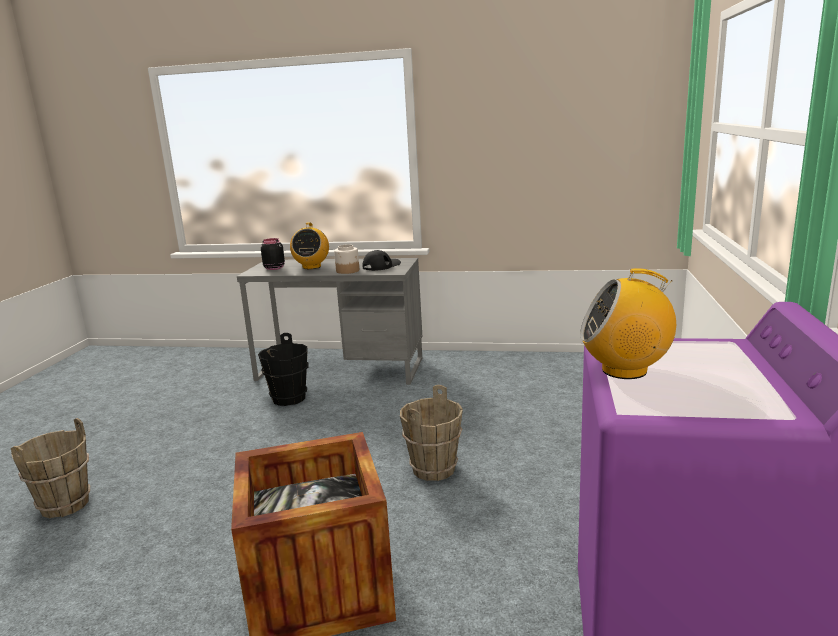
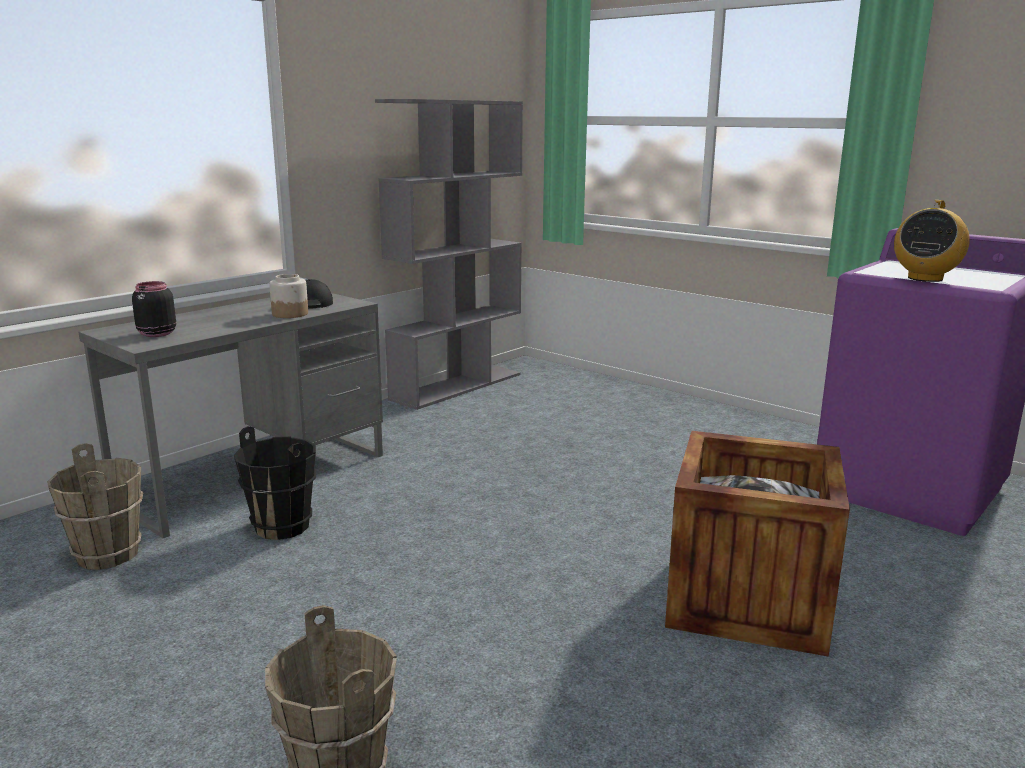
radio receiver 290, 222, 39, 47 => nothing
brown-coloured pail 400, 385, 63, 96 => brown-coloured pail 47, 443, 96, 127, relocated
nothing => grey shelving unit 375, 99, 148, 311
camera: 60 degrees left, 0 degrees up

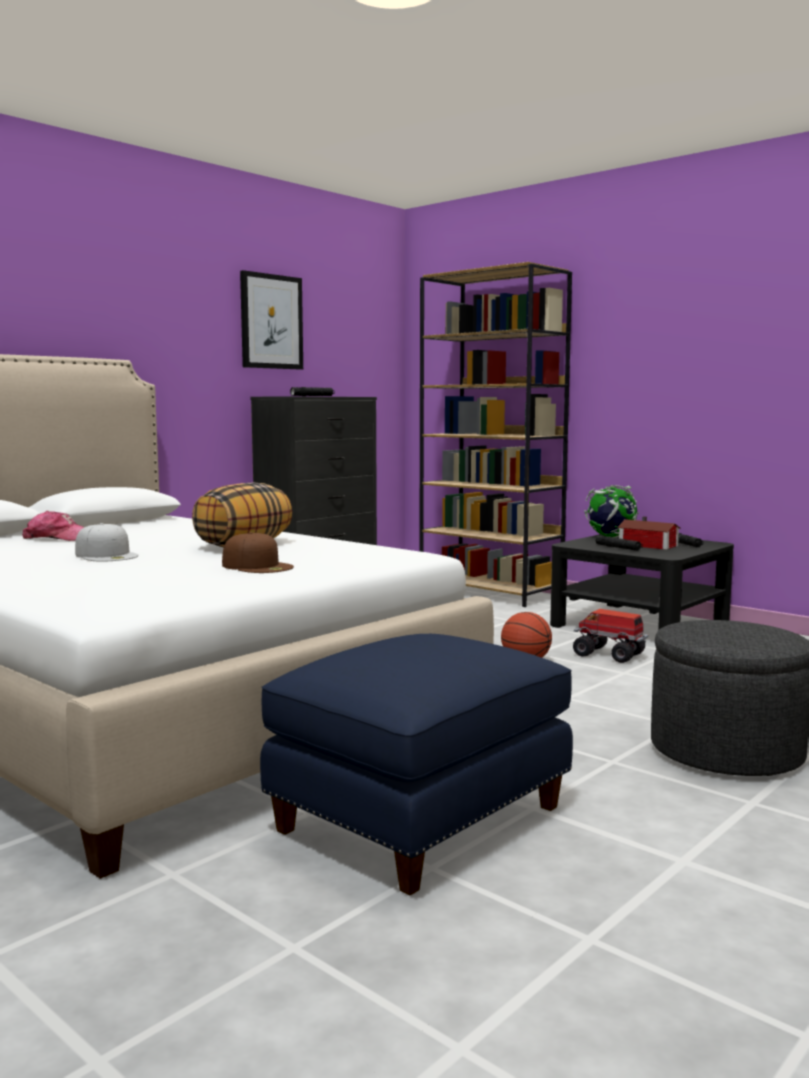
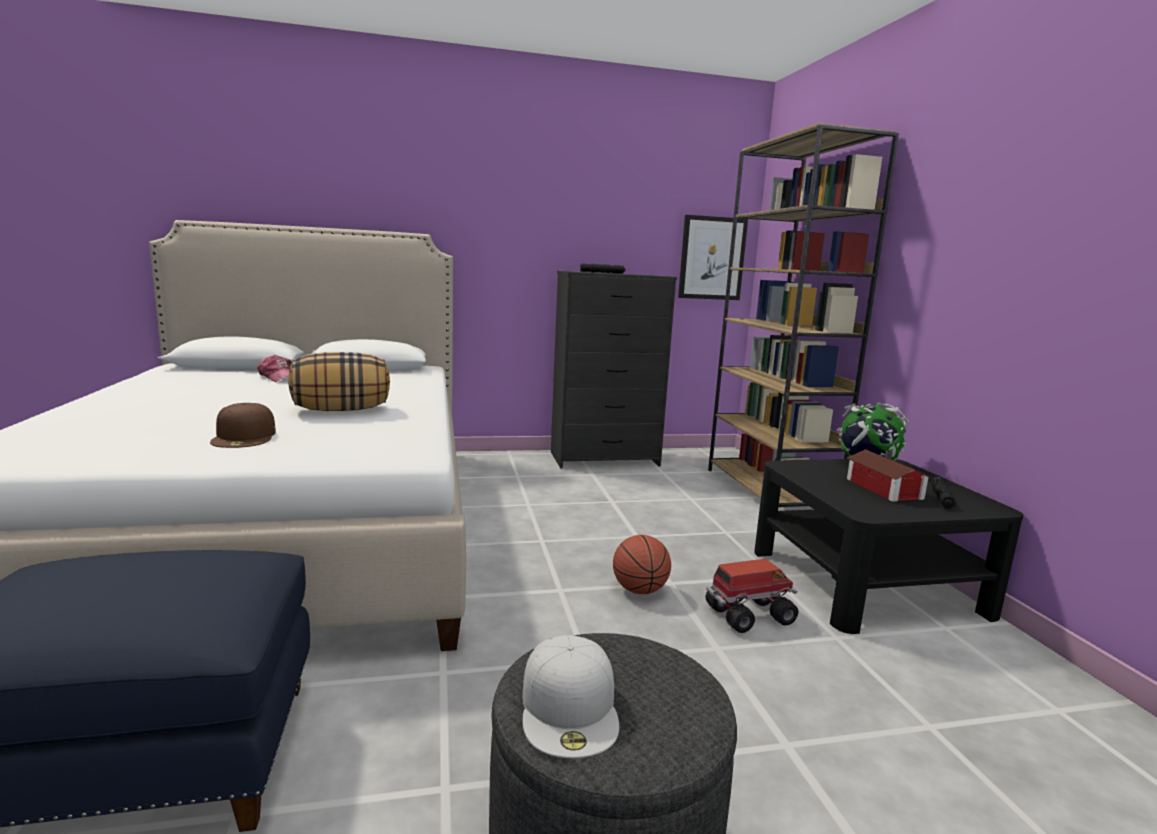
white-coloured peaked cap 75, 523, 63, 39 => white-coloured peaked cap 523, 635, 96, 123, relocated
picture 240, 270, 63, 100 => picture 678, 215, 70, 85, relocated
toy lorry 573, 609, 76, 54 => toy lorry 706, 559, 92, 74, 90 degrees clockwise
black-coloured torch 596, 535, 47, 16 => nothing
camera: 35 degrees right, 5 degrees up

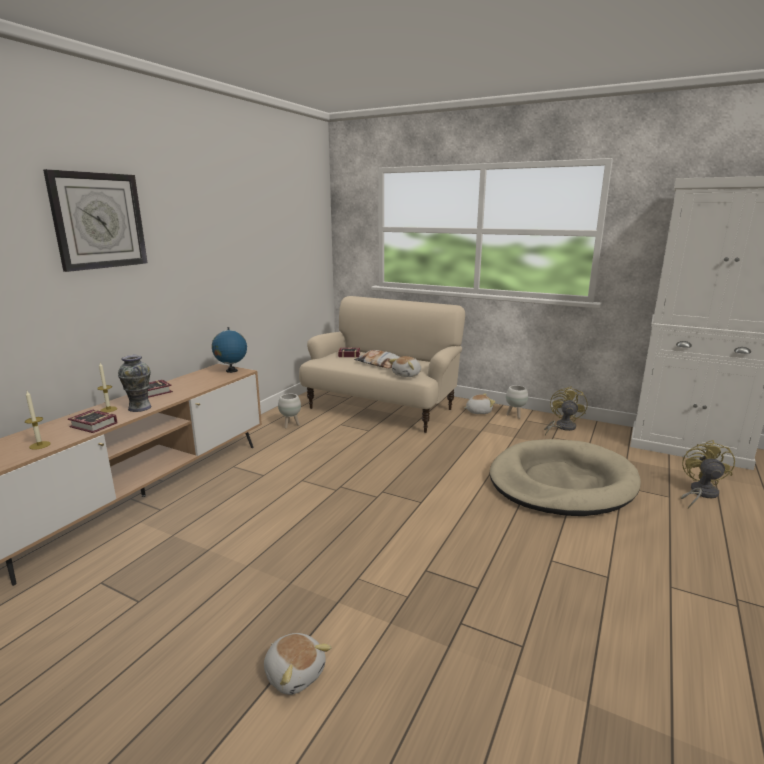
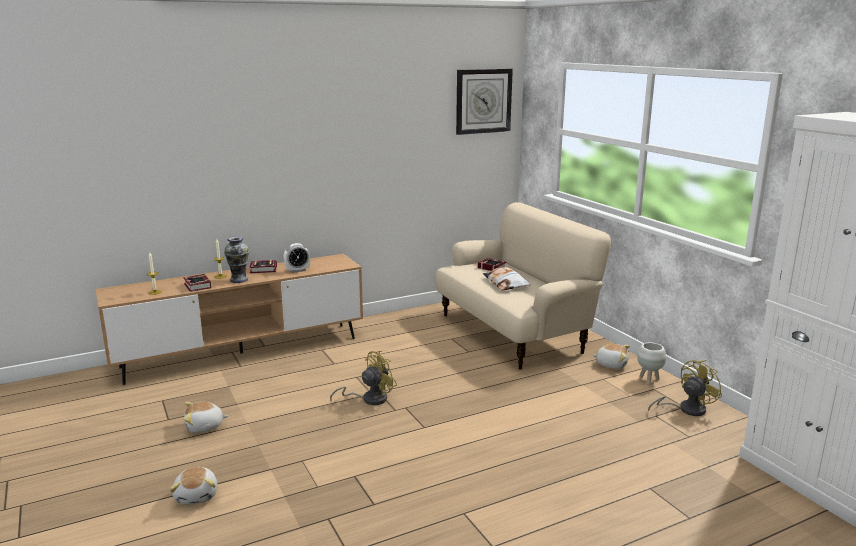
clock on the wall 43, 169, 104, 103 => clock on the wall 456, 69, 57, 66, relocated
globe 212, 327, 35, 46 => nothing
white-coloured plant pot 278, 394, 23, 35 => nothing
soft toy 389, 356, 32, 21 => soft toy 184, 402, 44, 31, relocated
beige-coloured pet bed 490, 439, 151, 77 => nothing
yellow fan 680, 440, 55, 69 => yellow fan 330, 350, 67, 55, relocated
nothing => table clock 284, 243, 26, 30
camera: 35 degrees right, 0 degrees up

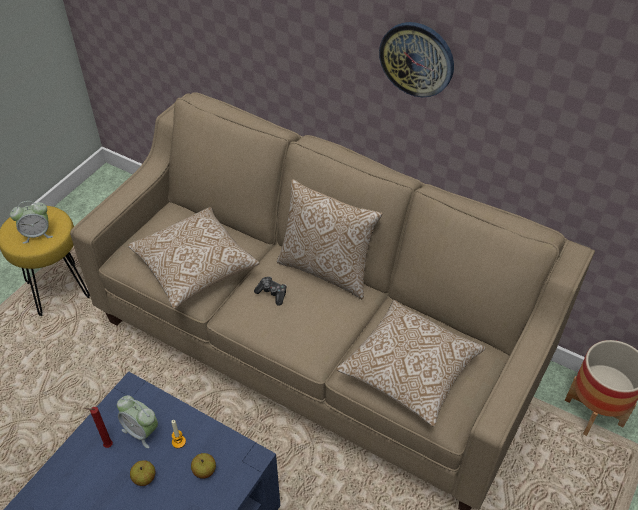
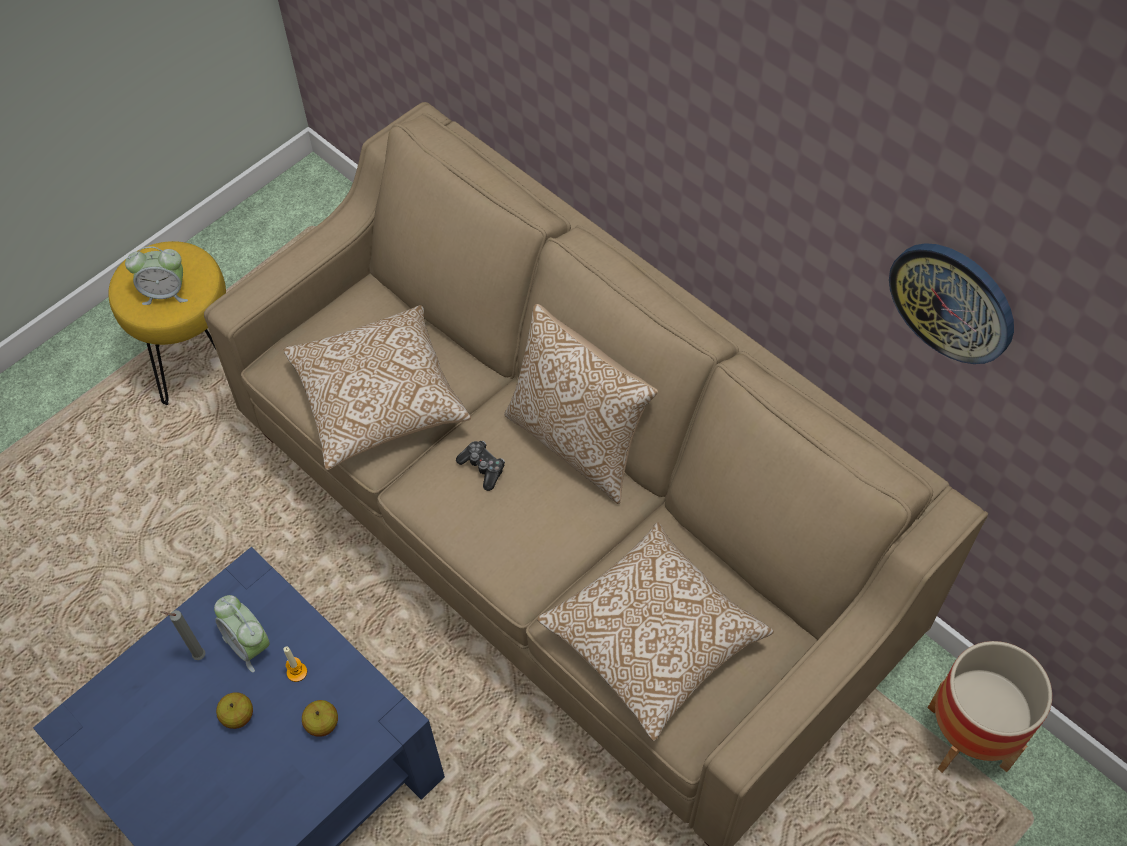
red wax candle 84, 407, 29, 41 => grey wax candle 160, 610, 45, 50
clock on the wall 379, 22, 75, 75 => clock on the wall 889, 243, 125, 121, relocated
camera: 15 degrees right, 10 degrees up

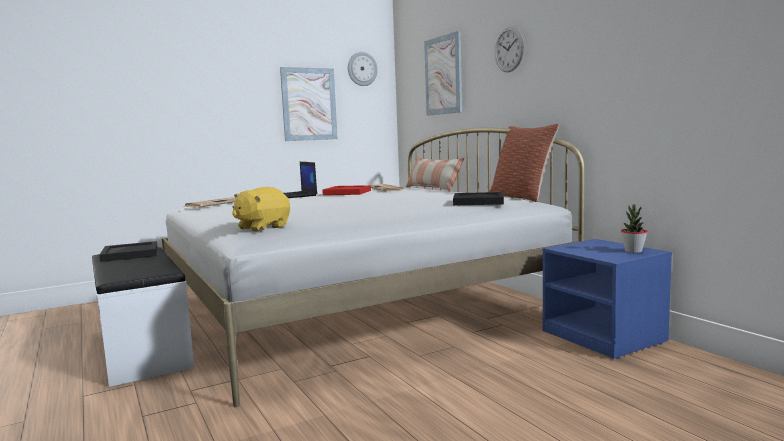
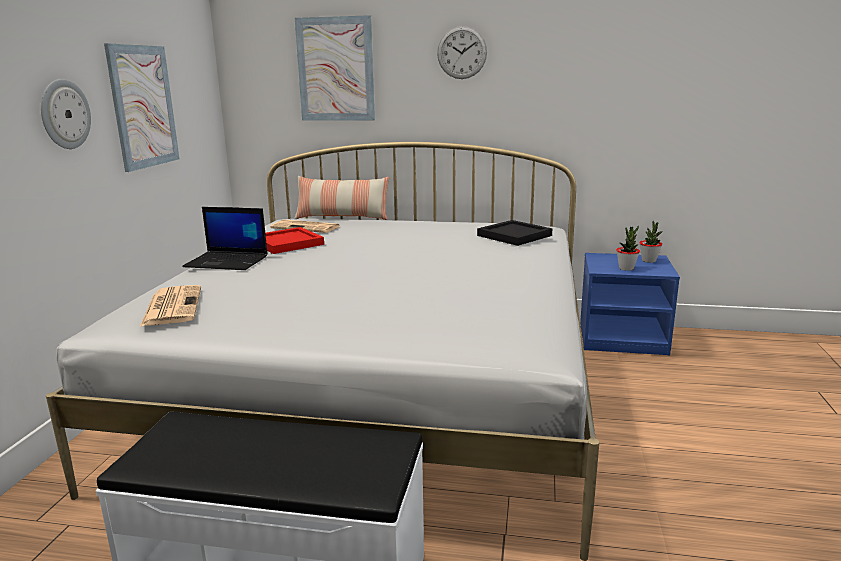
black-coloured carrying tray 99, 241, 59, 21 => nothing
yellow soft toy 232, 187, 58, 44 => nothing
clock on the wall 348, 52, 30, 34 => clock on the wall 41, 79, 50, 70, relocated
throw pillow 489, 124, 70, 78 => nothing
nothing => plant in a pot 616, 225, 24, 46
camera: 50 degrees left, 10 degrees up

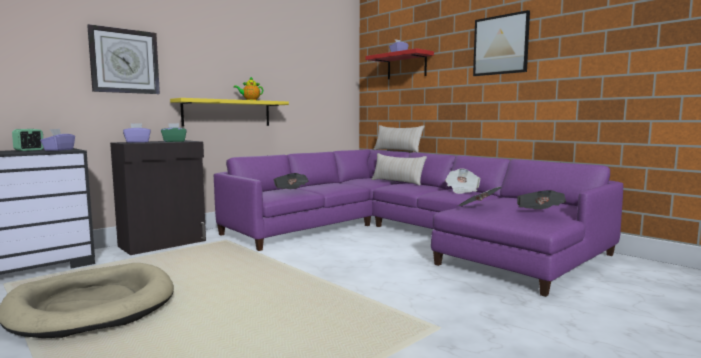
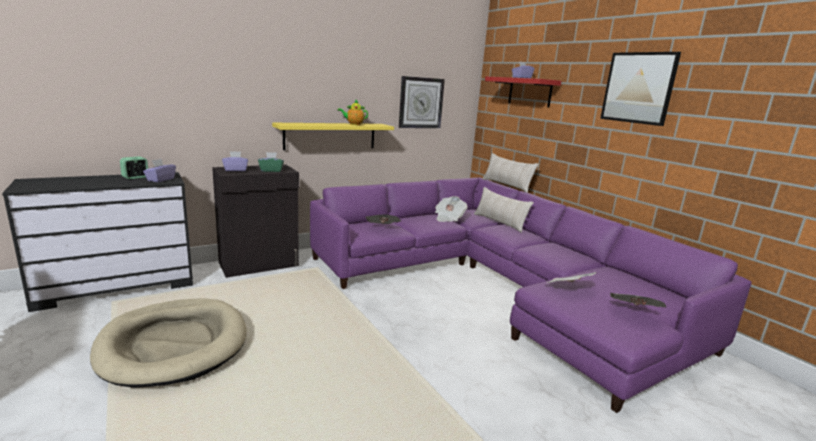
clock on the wall 87, 24, 73, 70 => clock on the wall 399, 76, 46, 52, relocated
daily paper 445, 168, 36, 26 => daily paper 435, 196, 33, 26, relocated
camera: 10 degrees right, 10 degrees up

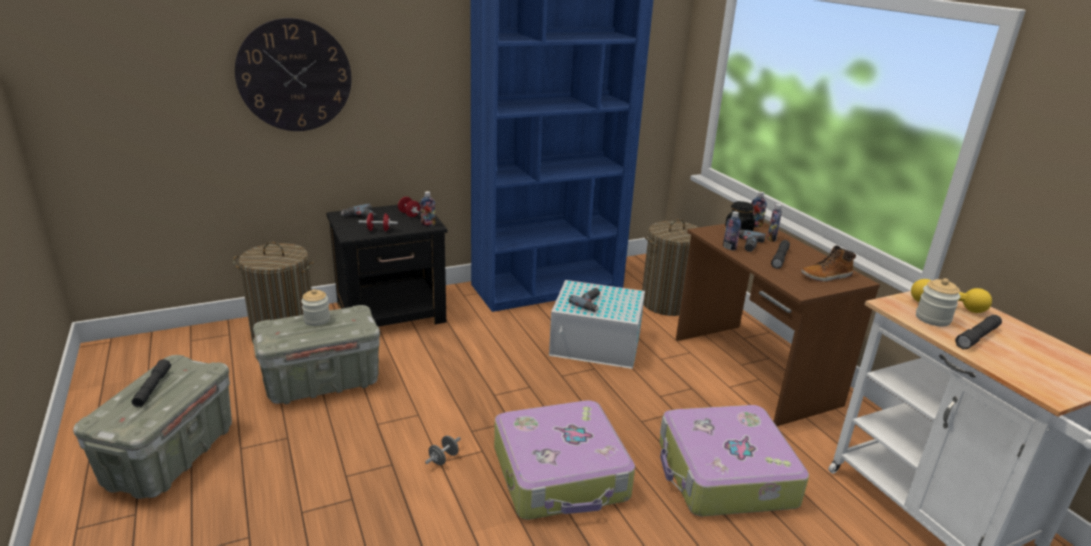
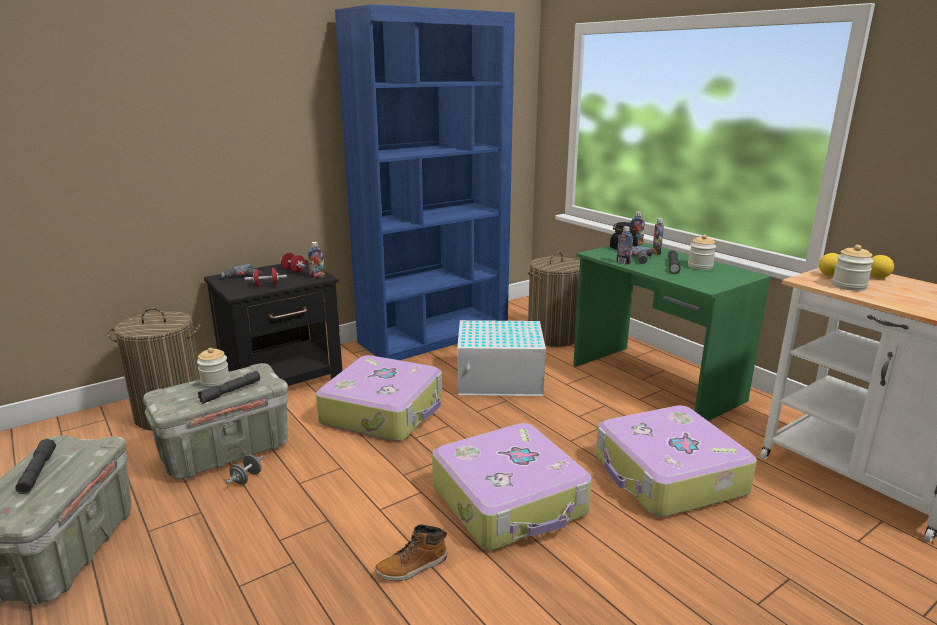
clock on the wall 235, 18, 117, 113 => nothing
grey dumbbell 425, 436, 36, 29 => grey dumbbell 226, 455, 37, 30, relocated
power drill 569, 288, 31, 24 => nothing
brown-coloured desk table 676, 222, 204, 204 => green-coloured desk table 573, 243, 198, 178
tall boot 801, 245, 55, 37 => tall boot 375, 524, 72, 57, relocated
grey torch 955, 315, 47, 34 => grey torch 198, 371, 62, 33, relocated
nothing => travel case 316, 355, 126, 86
nothing => preserve jar 688, 234, 28, 36
camera: 10 degrees left, 5 degrees down

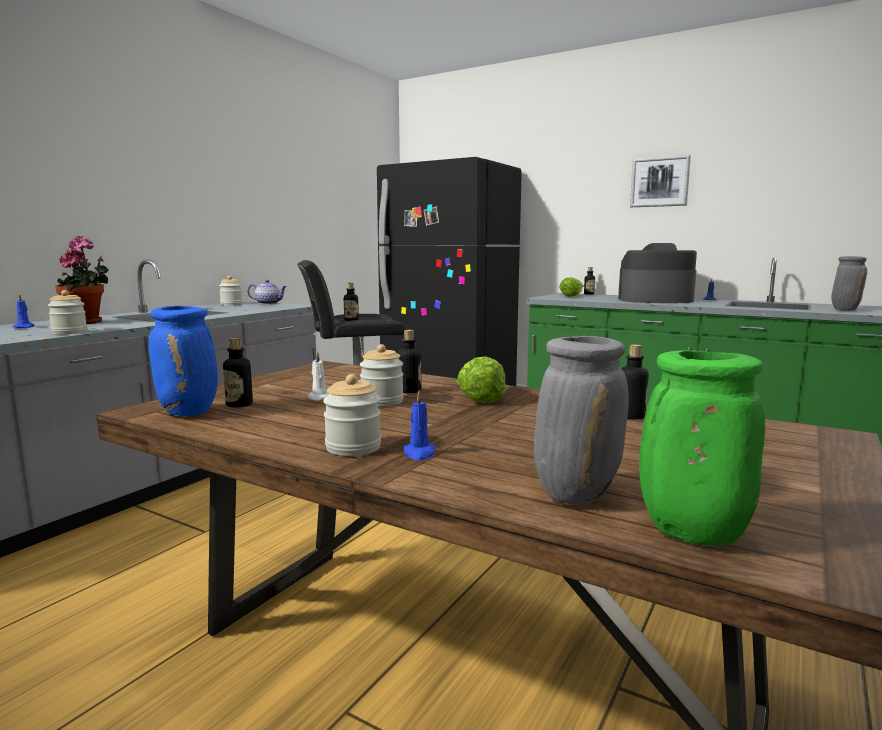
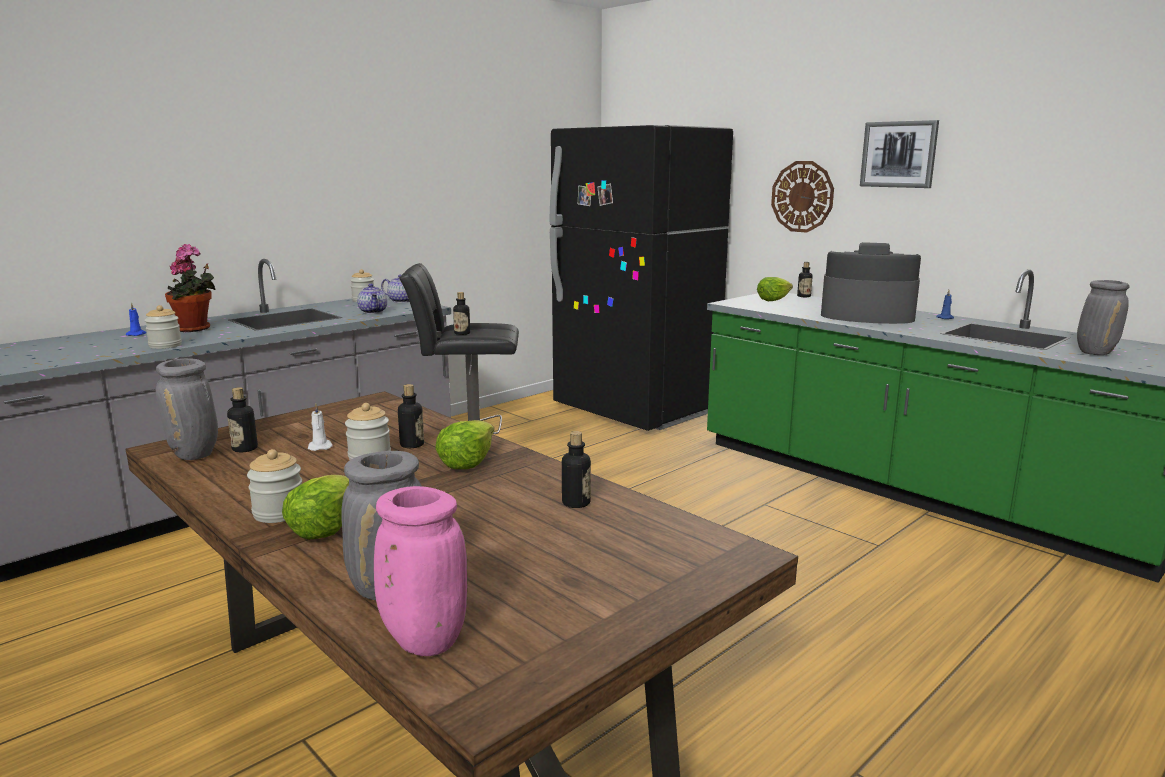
bluish decorative vase 148, 306, 70, 110 => grey decorative vase 156, 358, 62, 102
bluish wax candle 403, 390, 33, 70 => lettuce head 282, 475, 67, 65
green-coloured decorative vase 639, 351, 126, 195 => pinkish decorative vase 374, 486, 93, 170
nothing => teapot 357, 284, 30, 30
nothing => clock on the wall 771, 161, 63, 72
camera: 15 degrees right, 5 degrees up

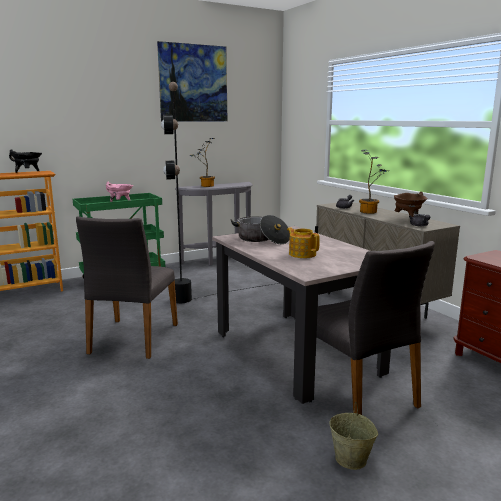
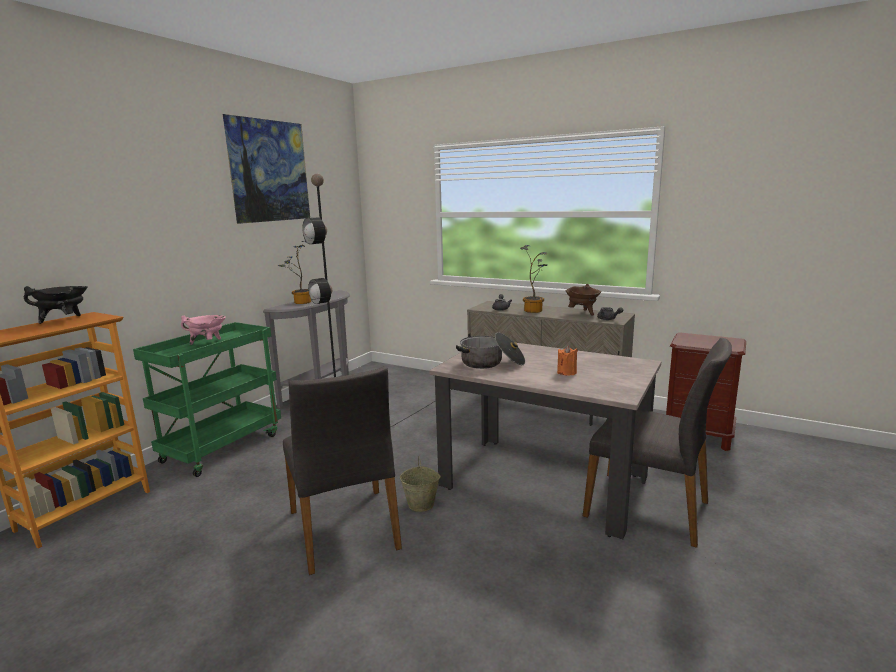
teapot 287, 227, 33, 31 => orange wax candle 557, 346, 21, 29
beige-coloured pail 330, 402, 48, 68 => beige-coloured pail 400, 456, 41, 56, relocated
camera: 30 degrees left, 0 degrees up

